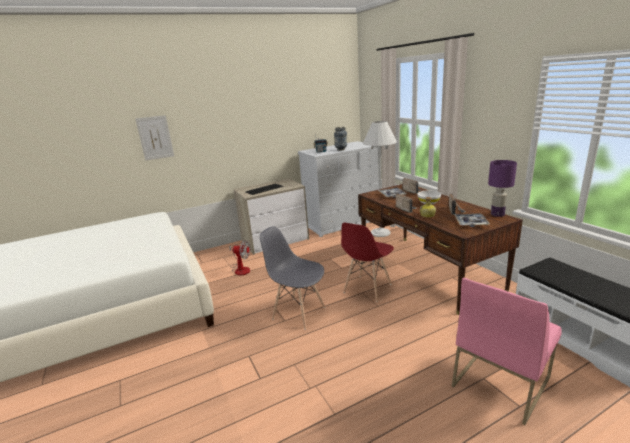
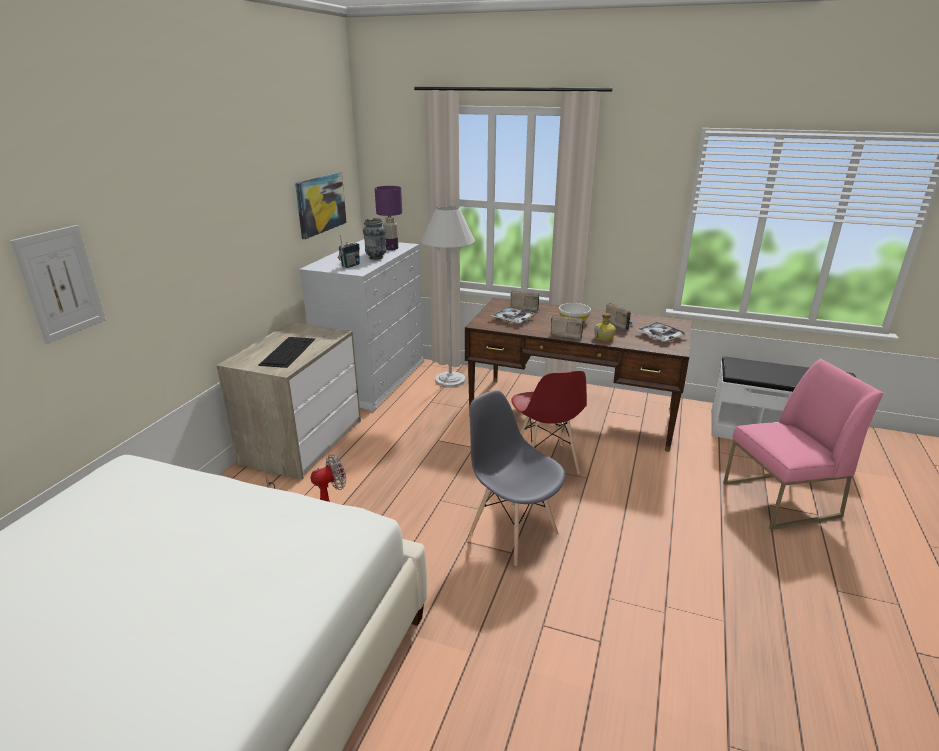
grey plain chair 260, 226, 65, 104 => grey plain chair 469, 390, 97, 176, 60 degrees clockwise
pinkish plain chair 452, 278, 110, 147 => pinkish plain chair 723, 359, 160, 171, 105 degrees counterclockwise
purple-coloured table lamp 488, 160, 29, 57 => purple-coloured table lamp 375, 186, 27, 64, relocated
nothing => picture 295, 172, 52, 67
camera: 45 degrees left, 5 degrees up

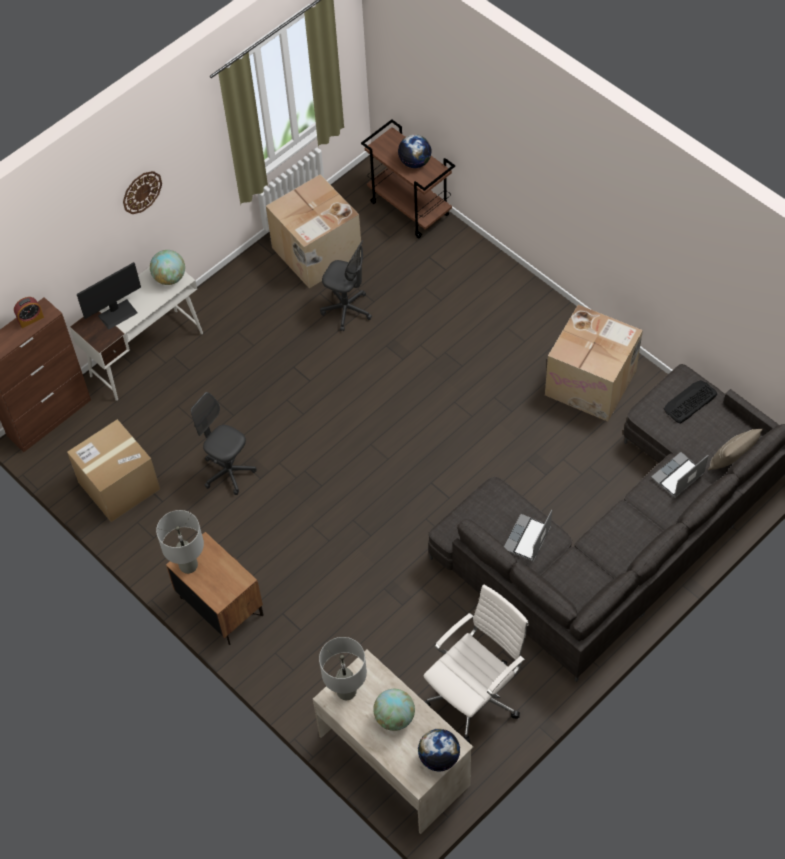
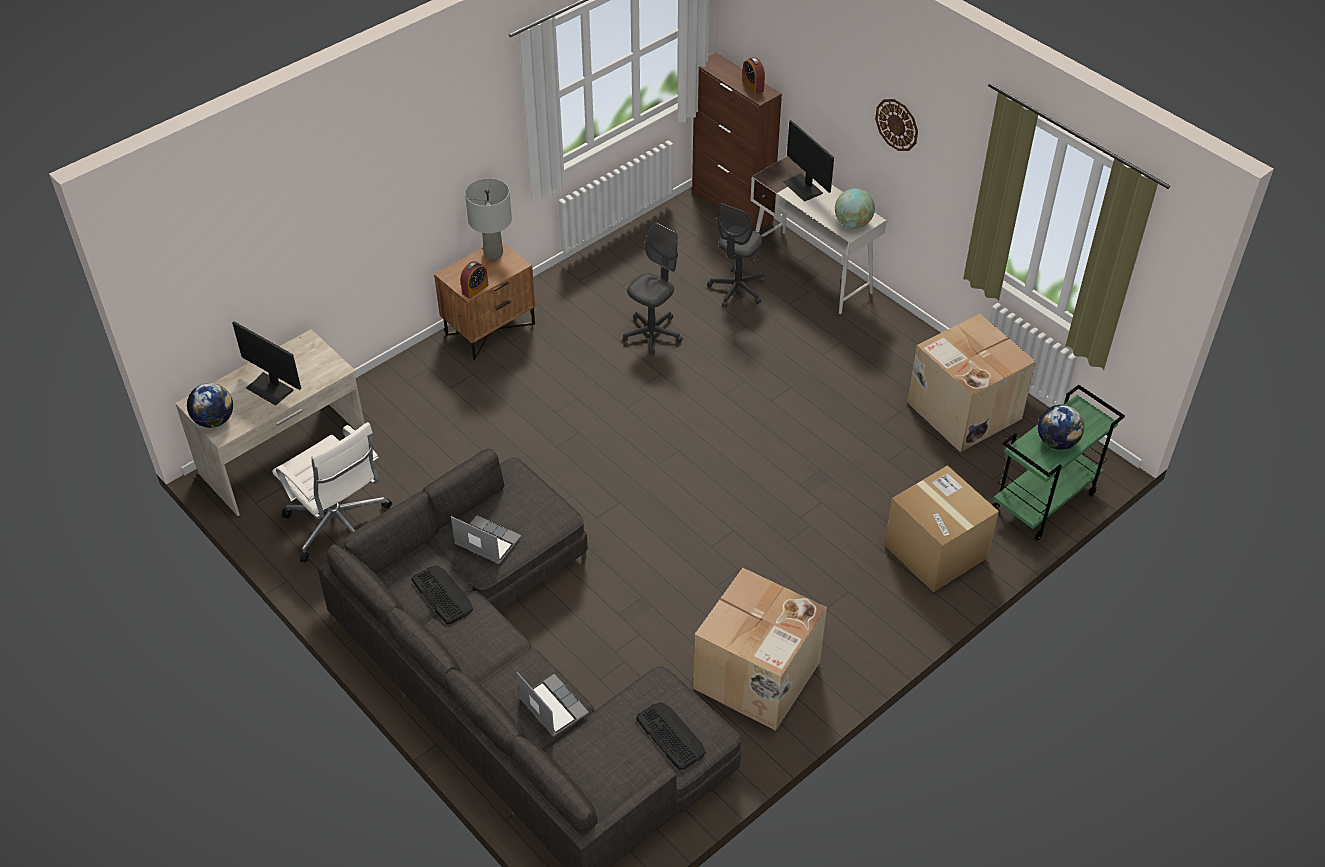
packing box 67, 419, 93, 103 => packing box 884, 465, 115, 127, relocated
grey table lamp 319, 637, 48, 63 => nothing
grey computer chair 320, 240, 52, 91 => grey computer chair 707, 203, 58, 105, relocated
brown-coloured wheeled cart 361, 119, 94, 119 => green-coloured wheeled cart 992, 385, 133, 156
globe 373, 689, 42, 42 => monitor 232, 322, 69, 84
beige-coloured throw pillow 708, 429, 55, 41 => nothing
nothing => PC keyboard 411, 565, 62, 59
nothing => table clock 460, 261, 28, 38
camera: 90 degrees right, 10 degrees down

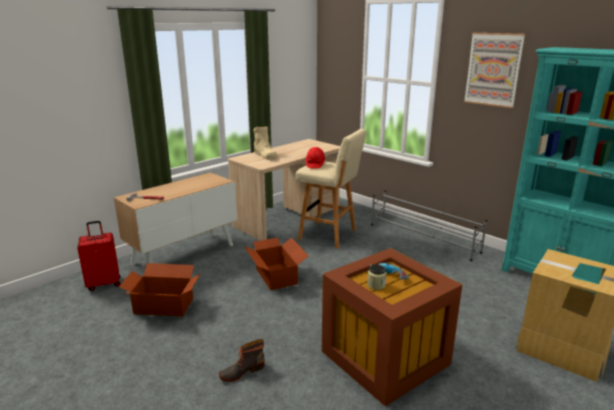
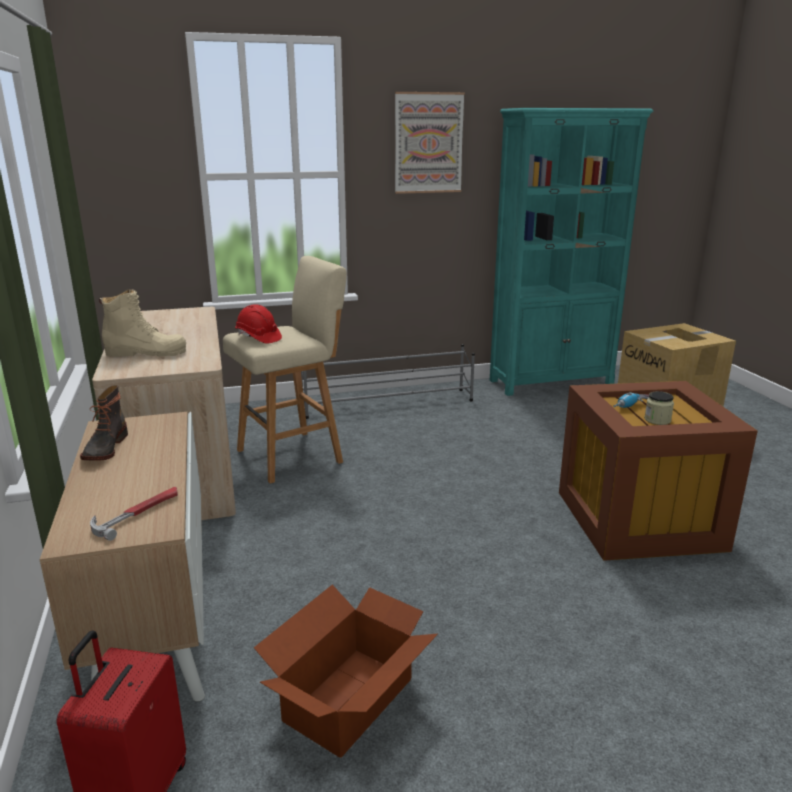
tall boot 219, 339, 46, 43 => tall boot 80, 385, 48, 75, relocated
packing box 244, 237, 65, 53 => nothing
camera: 60 degrees left, 0 degrees up

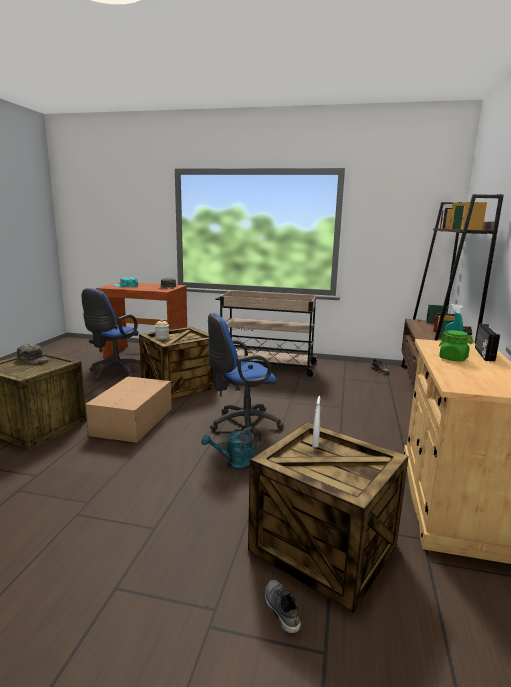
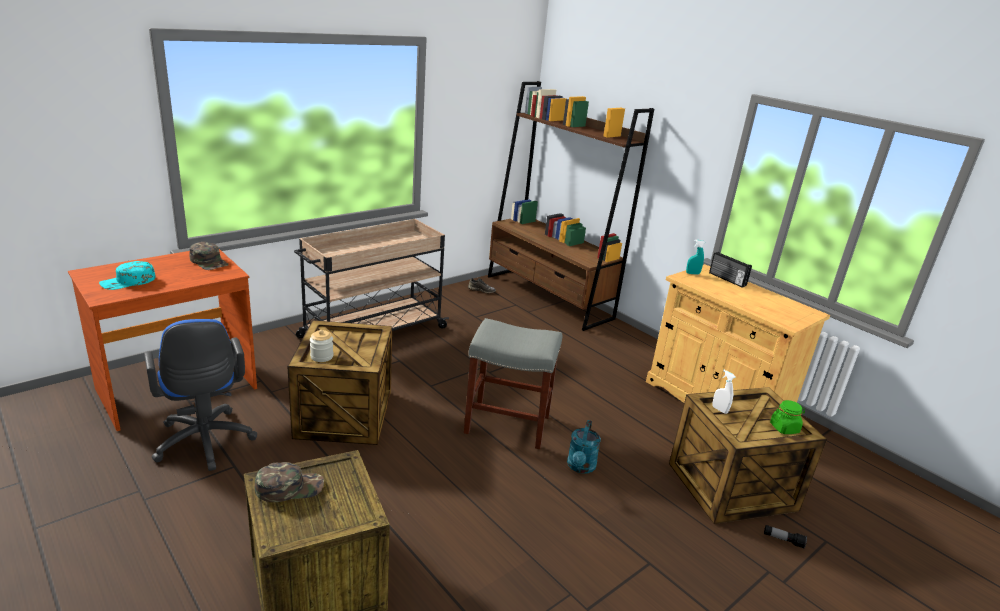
packing box 85, 376, 87, 67 => nothing
bluish computer chair 208, 313, 76, 120 => grey stool seat 464, 318, 98, 131
grey item of footwear 265, 579, 36, 54 => torch 764, 525, 43, 24
green-coloured preserve jar 439, 330, 35, 32 => green-coloured preserve jar 770, 400, 35, 34, relocated
camera: 55 degrees left, 10 degrees up

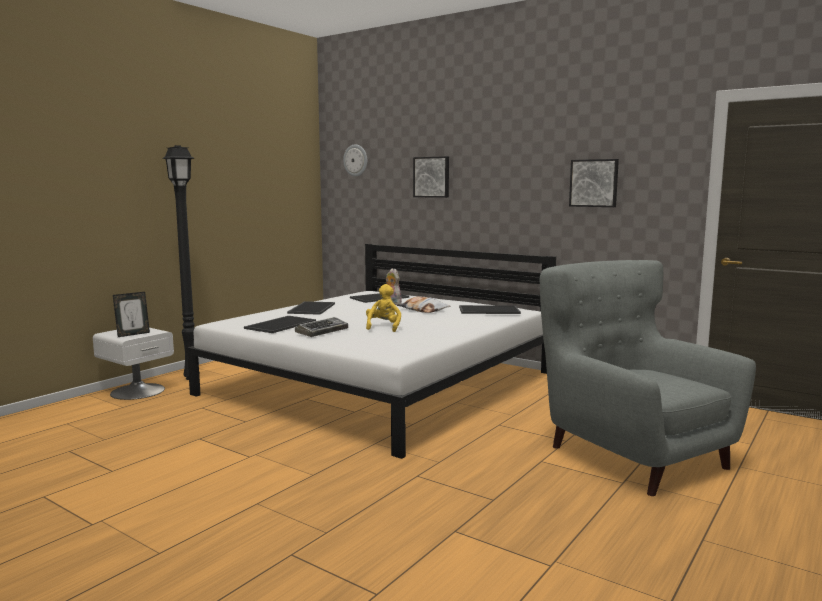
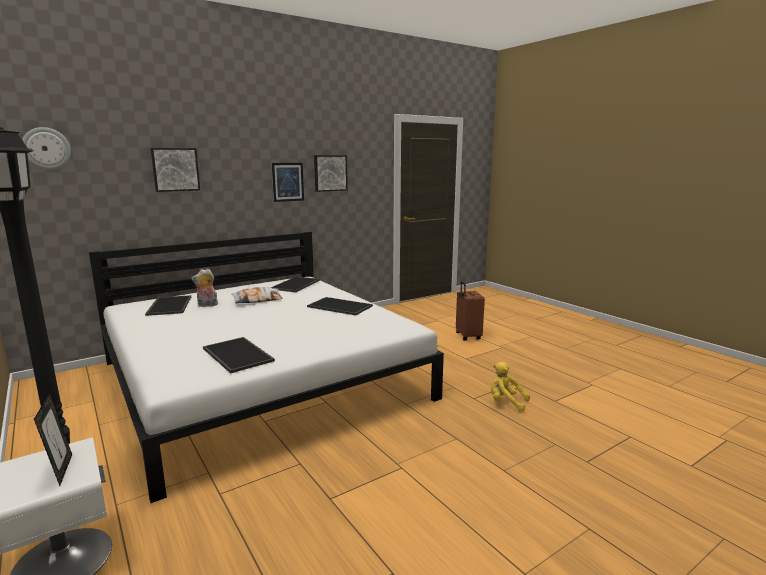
carrying tray 287, 301, 48, 14 => carrying tray 307, 297, 66, 18, relocated
PC keyboard 295, 317, 53, 20 => nothing
yellow soft toy 366, 284, 35, 48 => yellow soft toy 491, 362, 39, 50, relocated
grey lounge chair 540, 260, 216, 236 => brown-coloured travel case 456, 281, 29, 59
nothing => picture 272, 163, 32, 39
camera: 70 degrees left, 5 degrees up

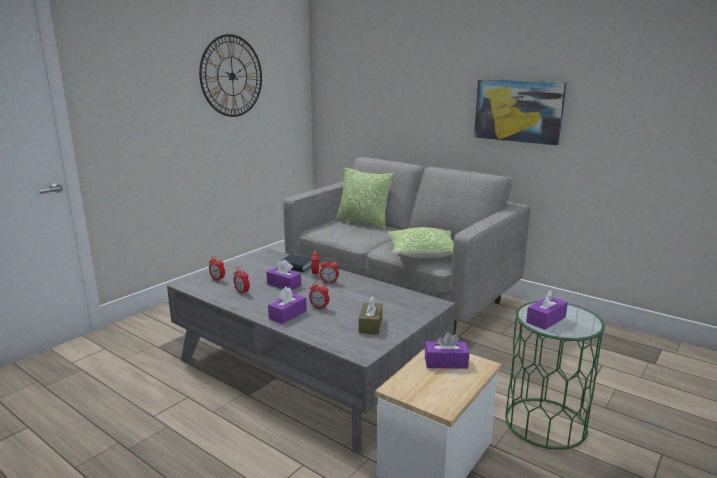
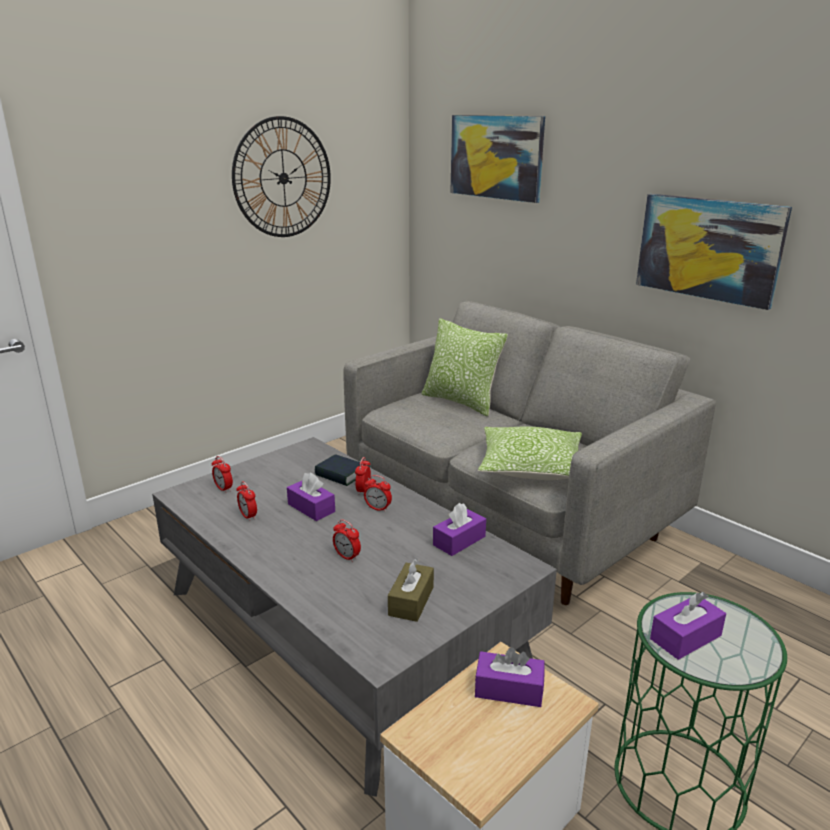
purple-coloured box of tissues 268, 287, 39, 37 => purple-coloured box of tissues 433, 503, 53, 53, relocated
nothing => picture 450, 115, 95, 88
camera: 10 degrees right, 5 degrees up

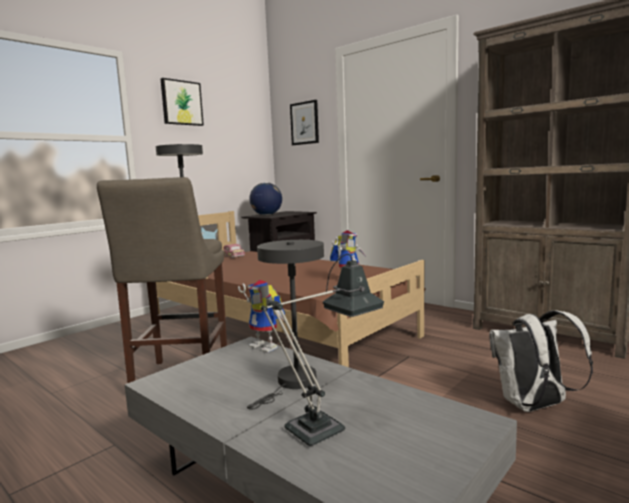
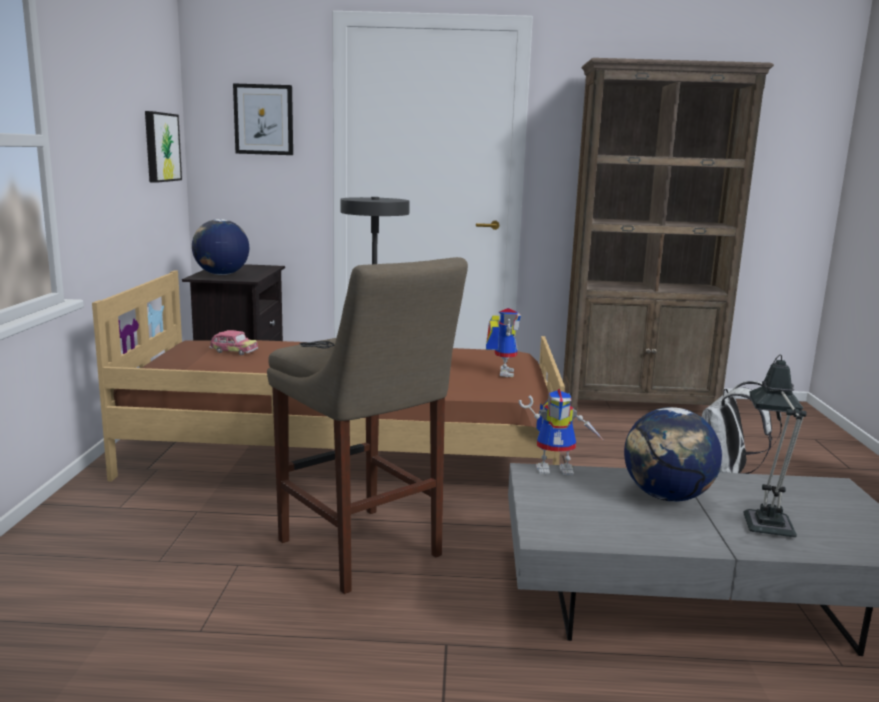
picture 161, 78, 43, 48 => picture 145, 111, 37, 72, relocated
grey table lamp 247, 240, 77, 170 => globe 624, 407, 98, 95
camera: 40 degrees left, 5 degrees up

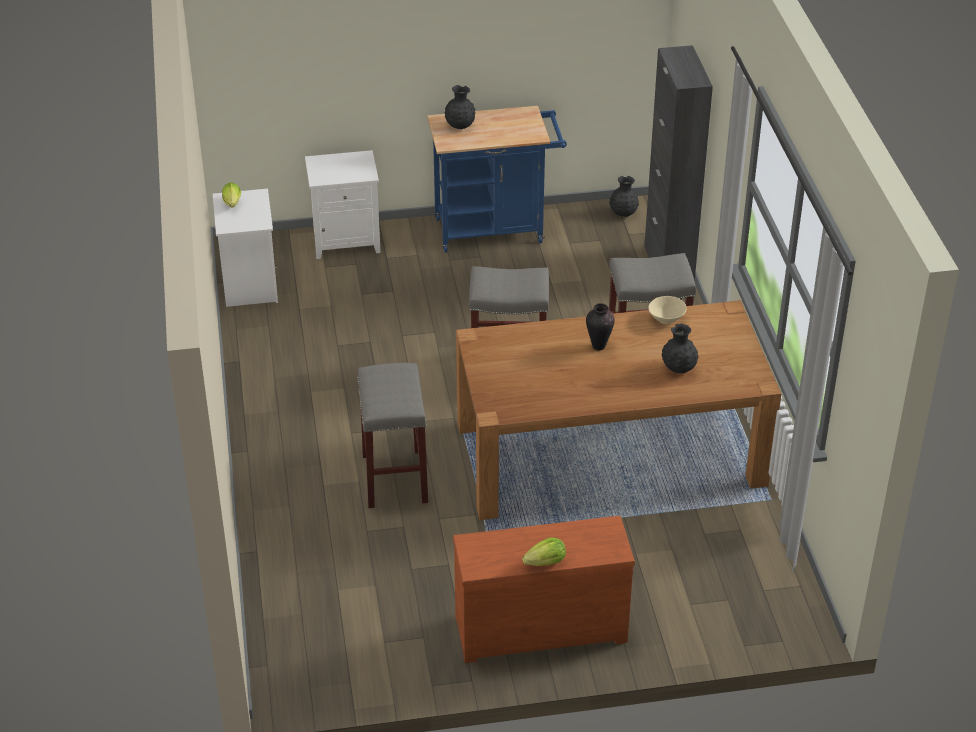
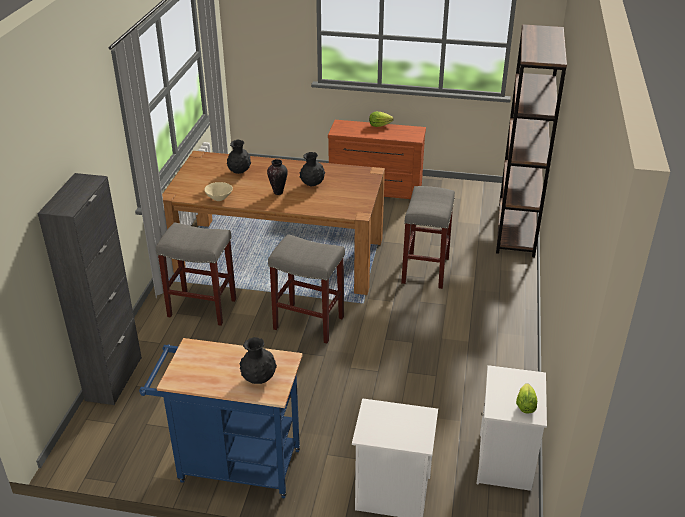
black-coloured decorative vase 609, 176, 30, 41 => black-coloured decorative vase 300, 152, 25, 35, relocated
nothing => brown-coloured shelving unit 496, 24, 71, 233
camera: 160 degrees left, 5 degrees down

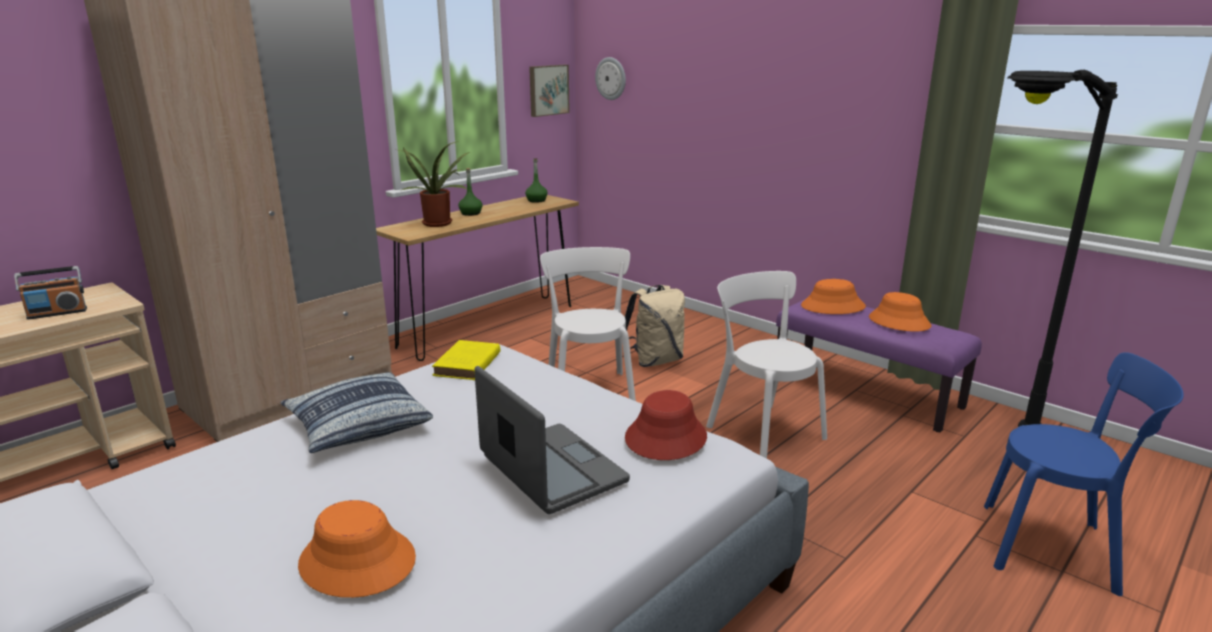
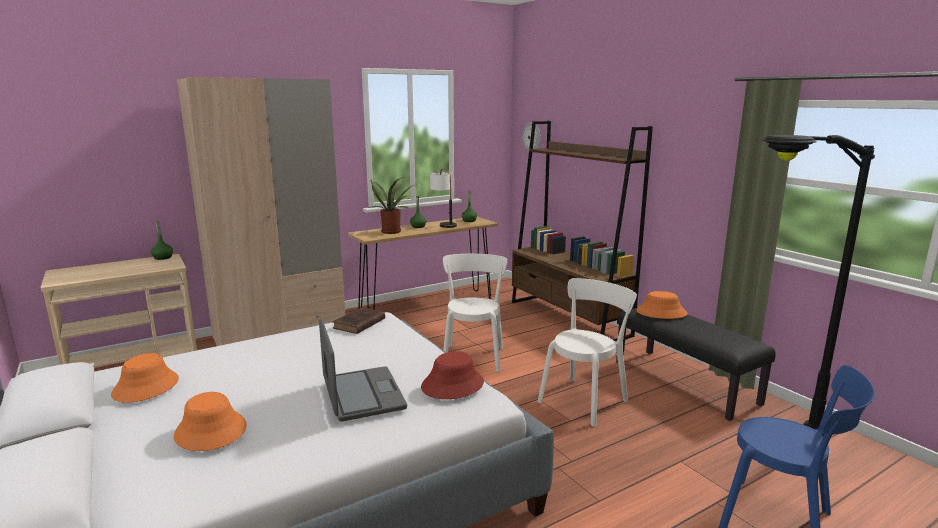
radio receiver 14, 266, 73, 54 => nothing
throw pillow 281, 372, 152, 81 => nothing
yellow bound book 432, 340, 68, 40 => brown-coloured bound book 333, 307, 52, 27
picture 529, 65, 41, 52 => nothing
beige-coloured backpack 625, 285, 60, 82 => nothing
white-coloured plain chair 706, 271, 121, 187 => white-coloured plain chair 538, 278, 99, 148, 60 degrees clockwise
purple-coloured bench 776, 299, 206, 134 => black-coloured bench 616, 307, 160, 114
orange hat 869, 292, 62, 40 => orange hat 111, 353, 68, 50, relocated
nothing => green-coloured drink bottle 151, 220, 22, 40
nothing => table lamp 430, 168, 27, 60
nothing => brown-coloured shelving unit 512, 121, 141, 220
camera: 15 degrees right, 5 degrees down

